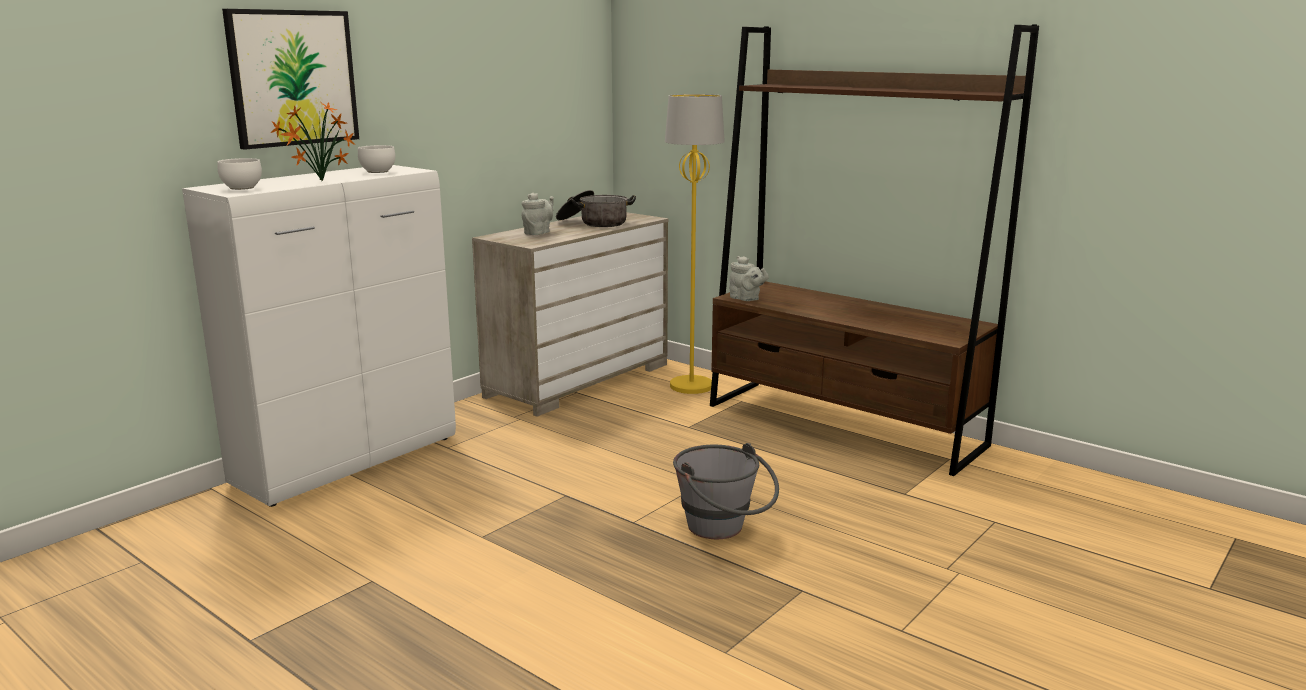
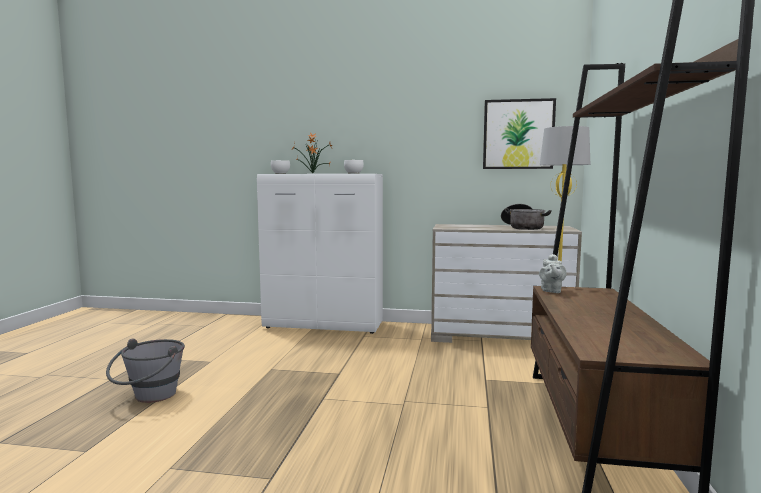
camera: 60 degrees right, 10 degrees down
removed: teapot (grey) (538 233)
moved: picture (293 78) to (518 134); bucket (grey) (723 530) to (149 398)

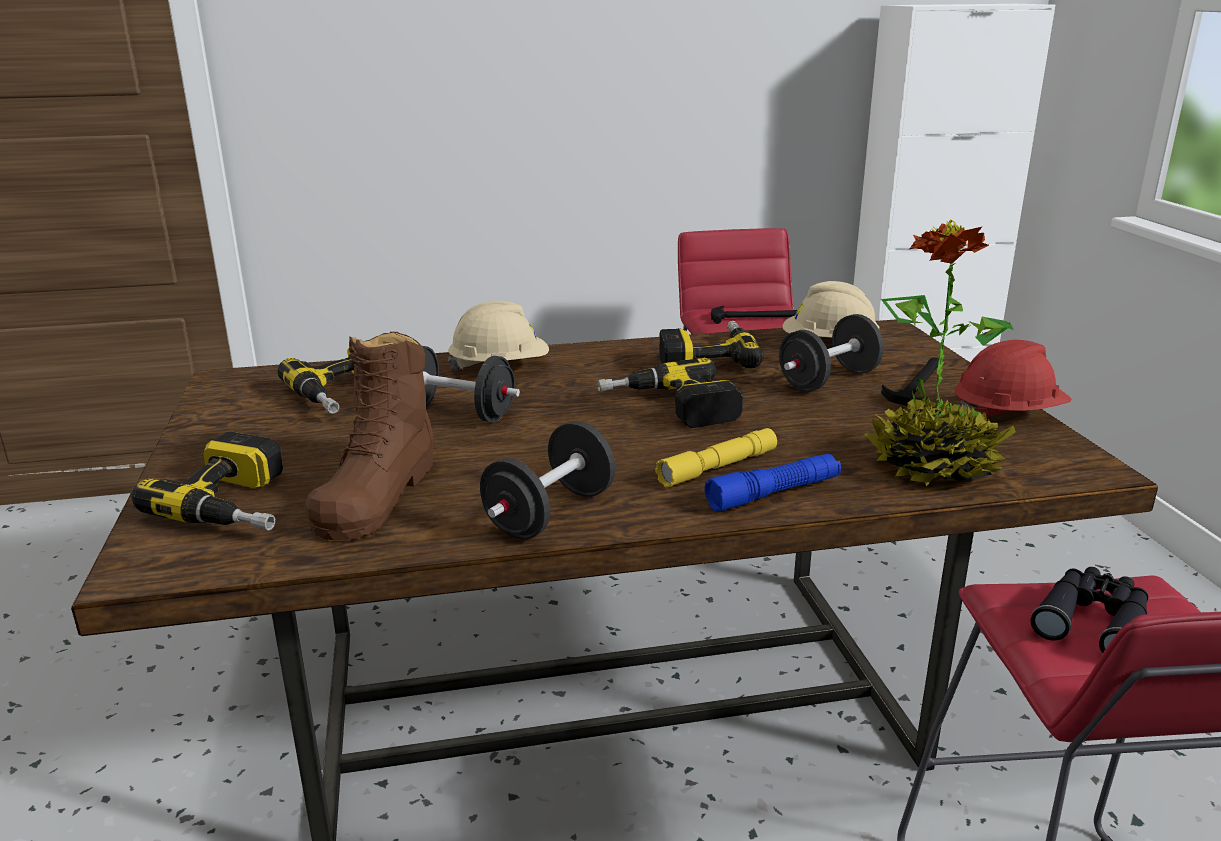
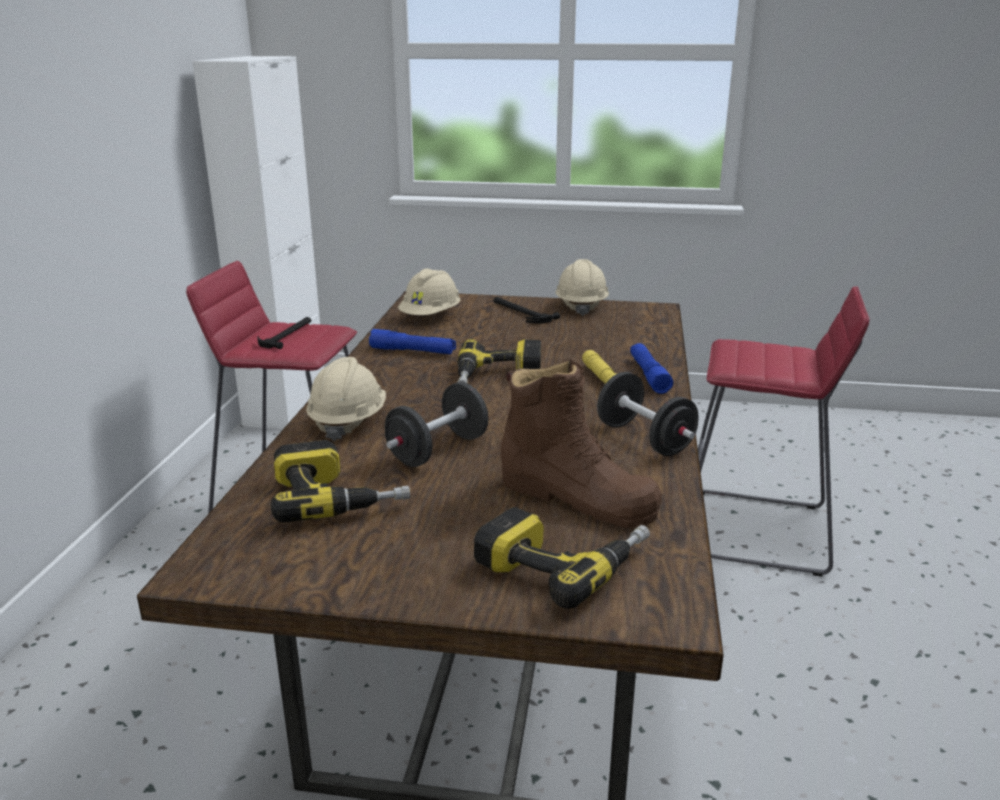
camera: 70 degrees left, 0 degrees up
removed: dumbbell (black) (828 380); potted plant (934 466); binoculars (black) (1093 621)
replaced: power drill (706 357) to flashlight (blue) (413 351)
recoloured: hard hat (red) (1007 415) to hard hat (beige) (581 306)

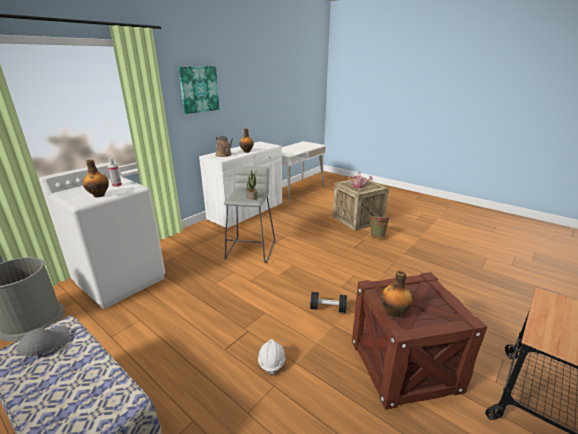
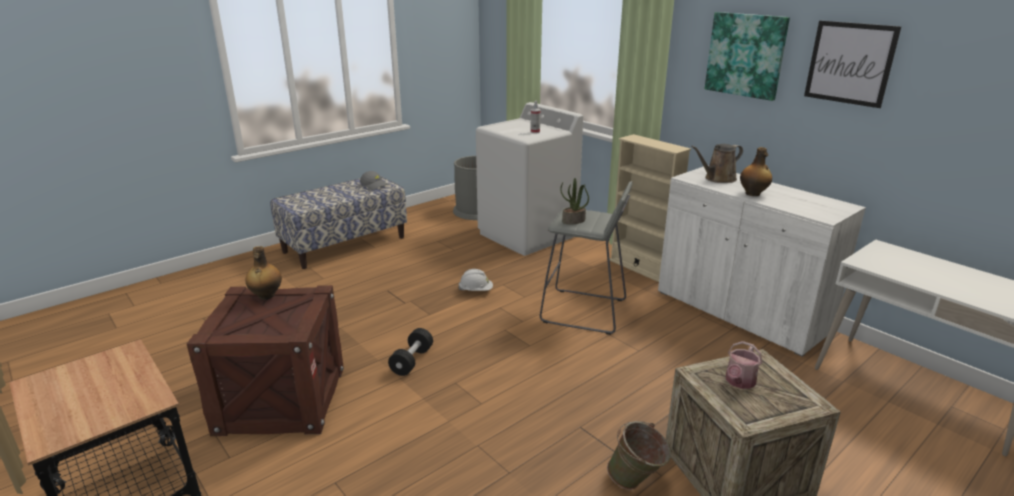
camera: 100 degrees right, 0 degrees up
removed: bottle (99 195)
added: bookcase (beige) (641 268); picture (850 63)
moved: hard hat (white) (271 362) to (476 291)

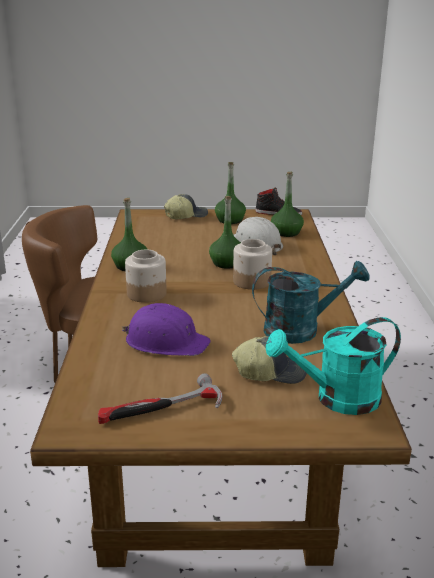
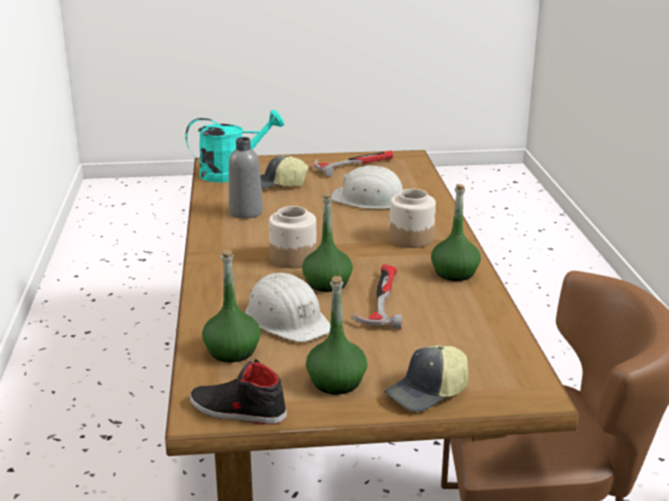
camera: 175 degrees right, 0 degrees up
added: hammer (380 300)
replaced: watering can (turquoise) (301 330) to bottle (grey) (246 212)
recoloured: hard hat (purple) (166 341) to hard hat (white) (369 199)

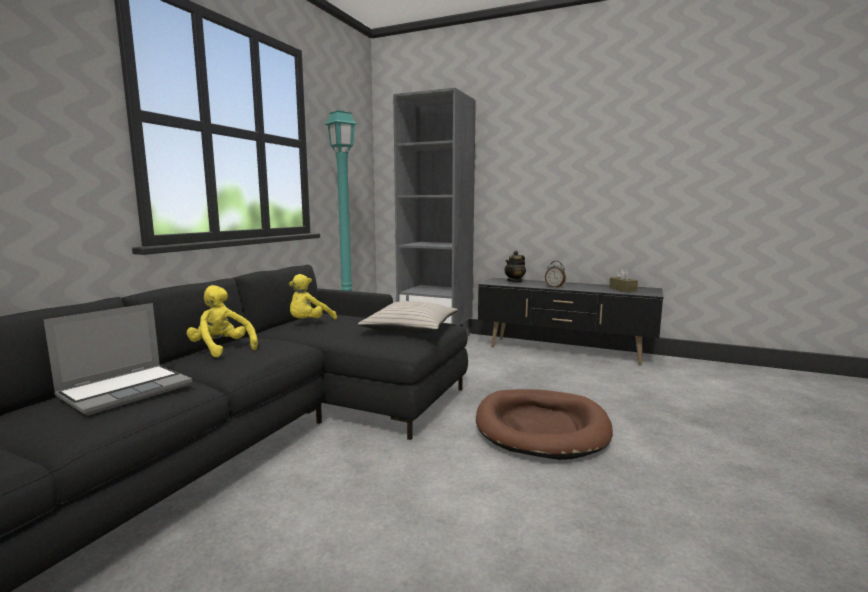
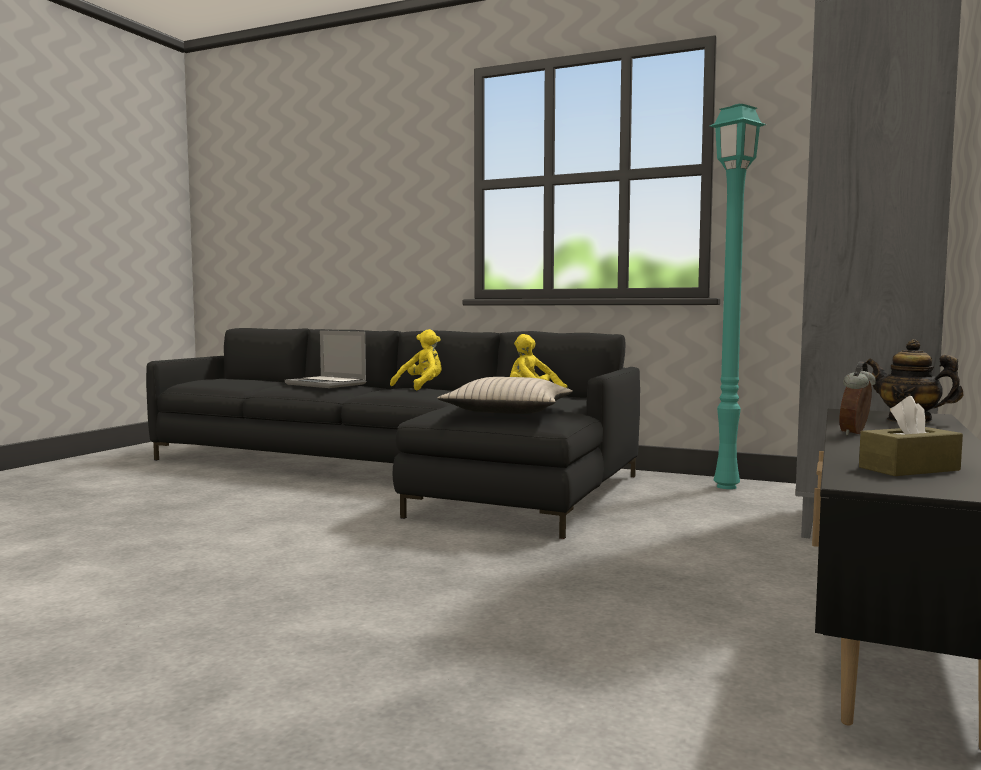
camera: 90 degrees right, 5 degrees down
removed: dog bed (brown) (541 427)

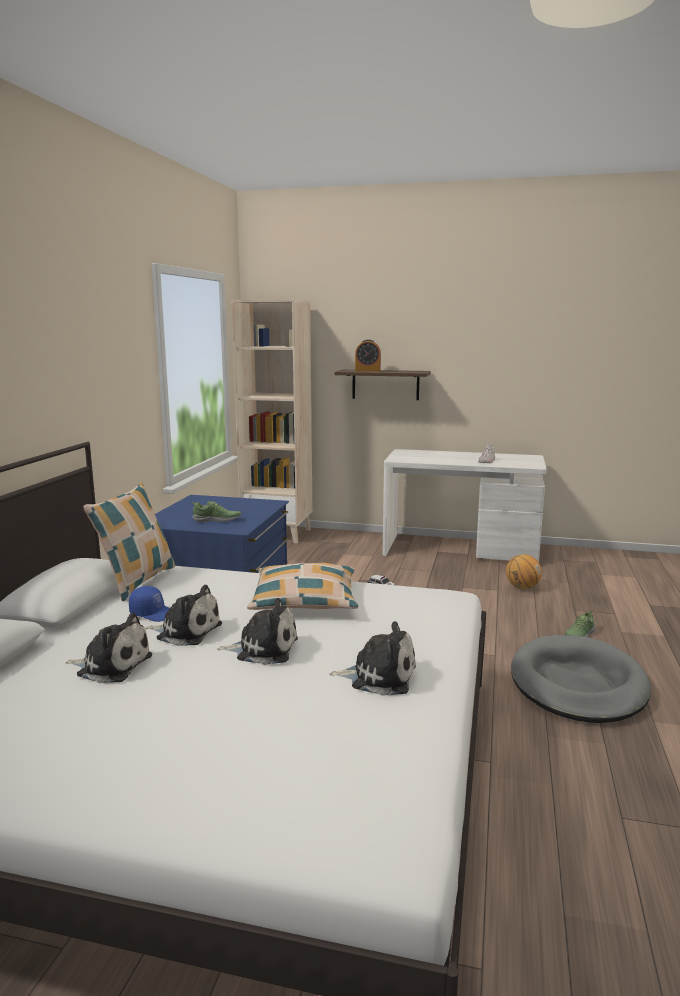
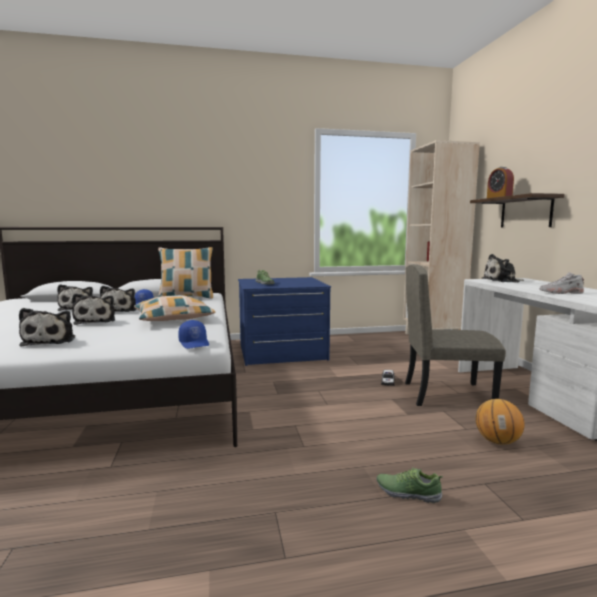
camera: 65 degrees right, 5 degrees down
removed: dog bed (grey) (577 684)
added: cap (blue) (195 343); chair (beige) (447 394); plush toy (502 281)

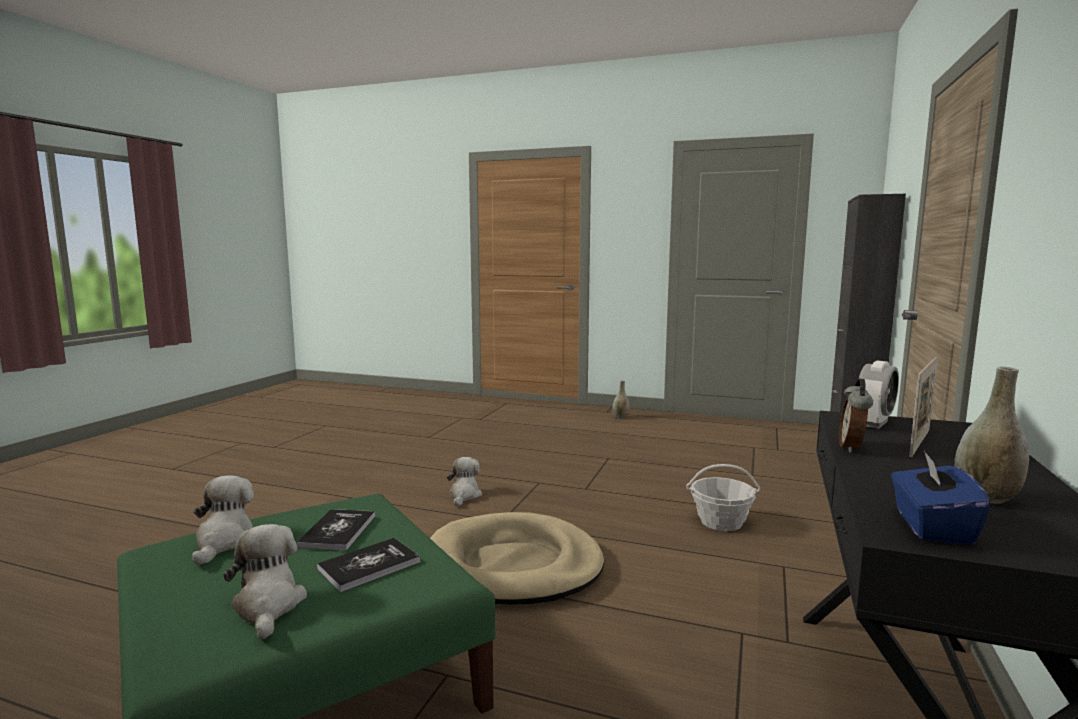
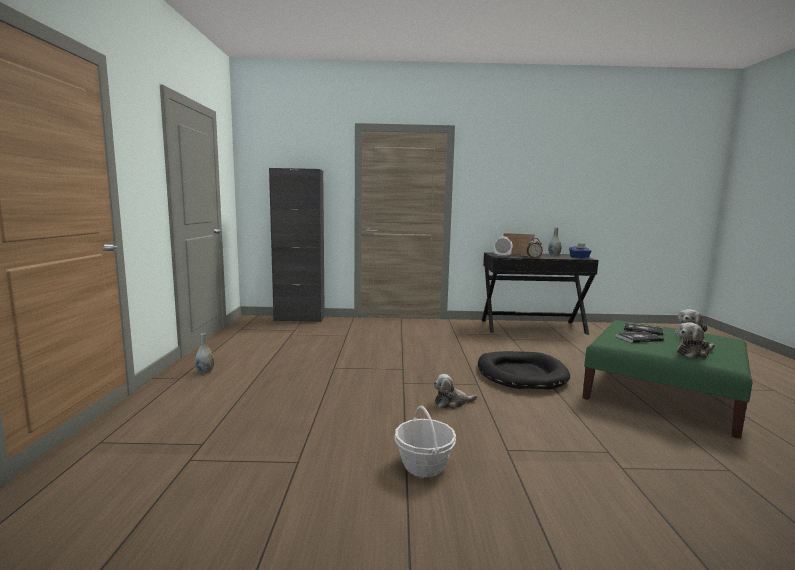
camera: 110 degrees left, 0 degrees up
moved: basket (721 522) to (424 465)
recoloured: dog bed (beige) (514 565) to dog bed (black) (521 374)

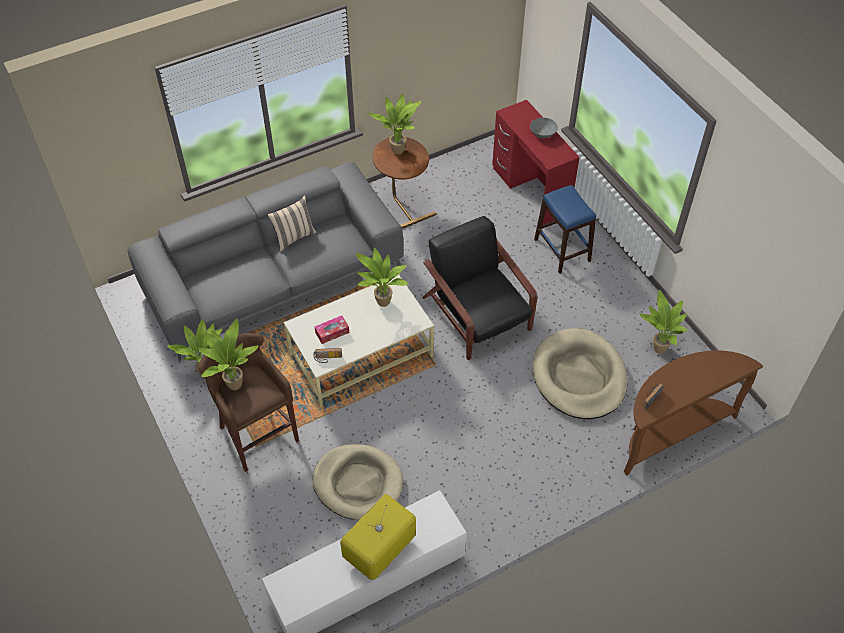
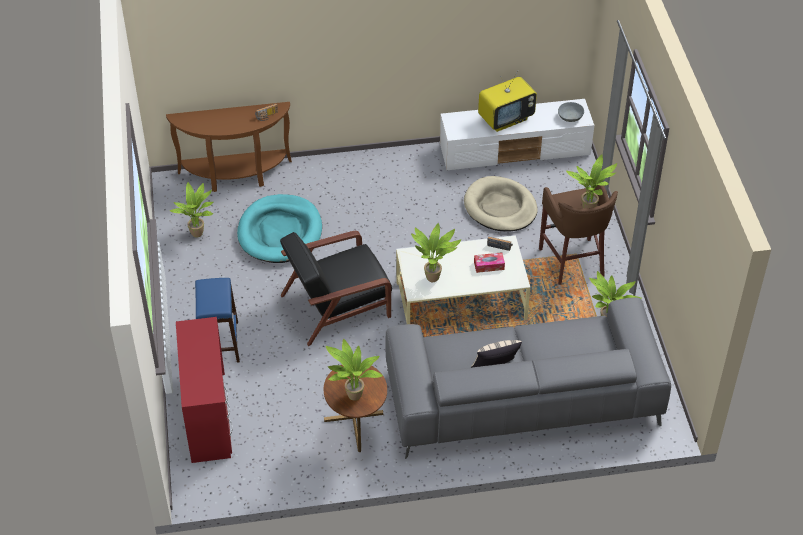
camera: 160 degrees left, 5 degrees down
moved: bowl (grey) (543 134) to (570 117)
recoloured: dog bed (beige) (579 377) to dog bed (turquoise) (280 232)
turned: armchair (black) (477 315) = (338 305) 75 degrees clockwise

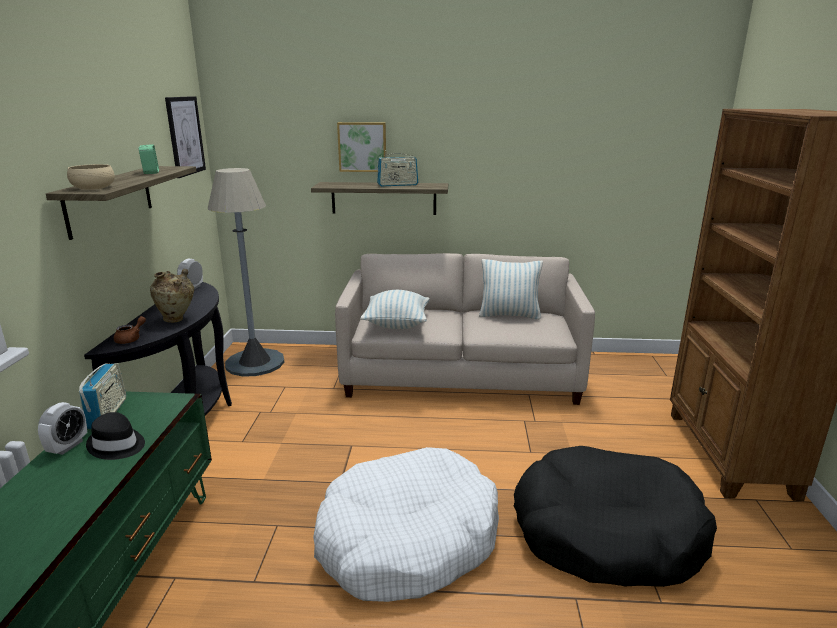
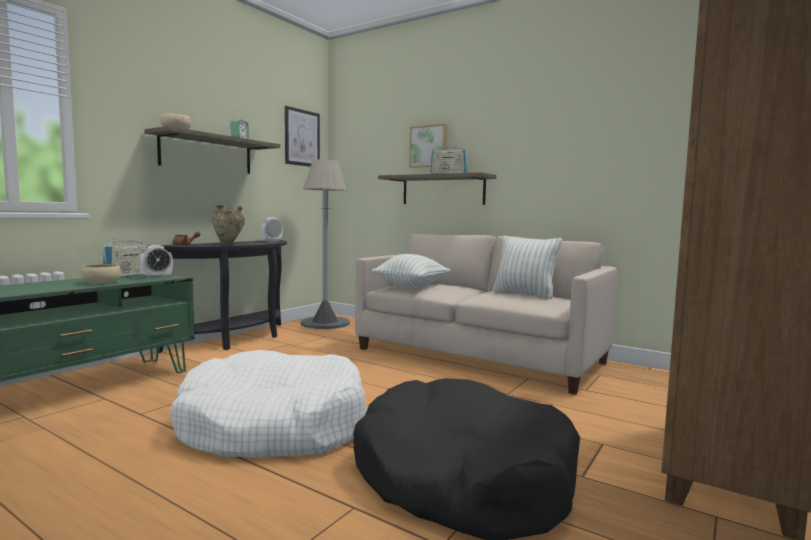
camera: 30 degrees right, 15 degrees down
moved: alarm clock (68 446) to (157 277)
replaced: hat (black) (117 445) to bowl (beige) (101 282)

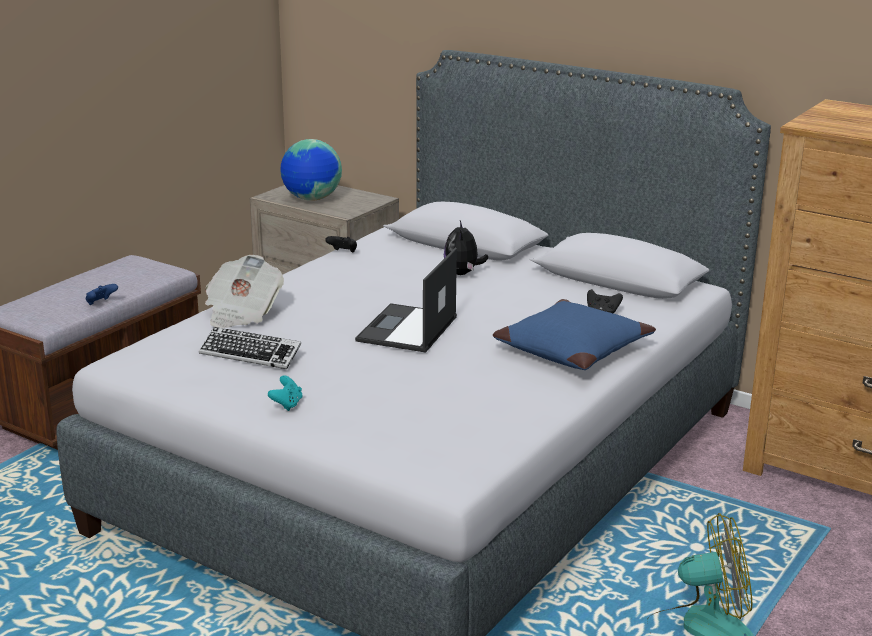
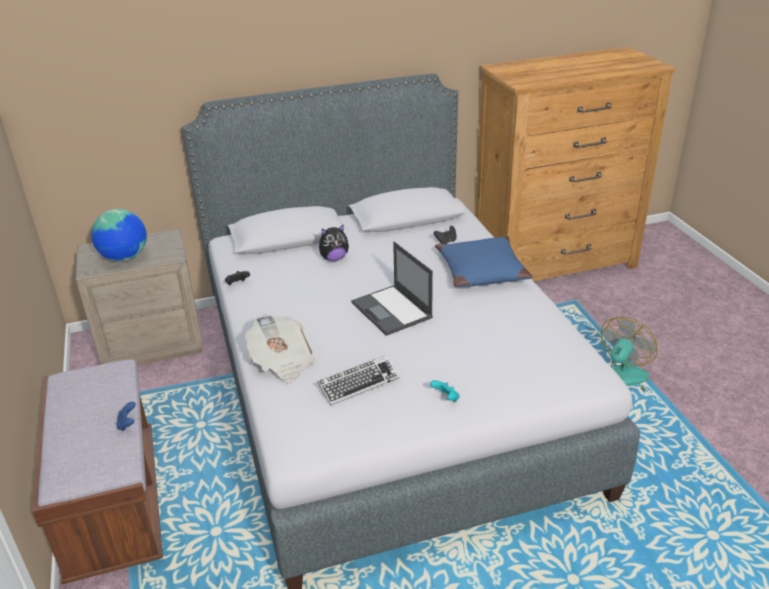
camera: 50 degrees left, 10 degrees up
turned: plush toy (463 273) = (334 258) 60 degrees counterclockwise

